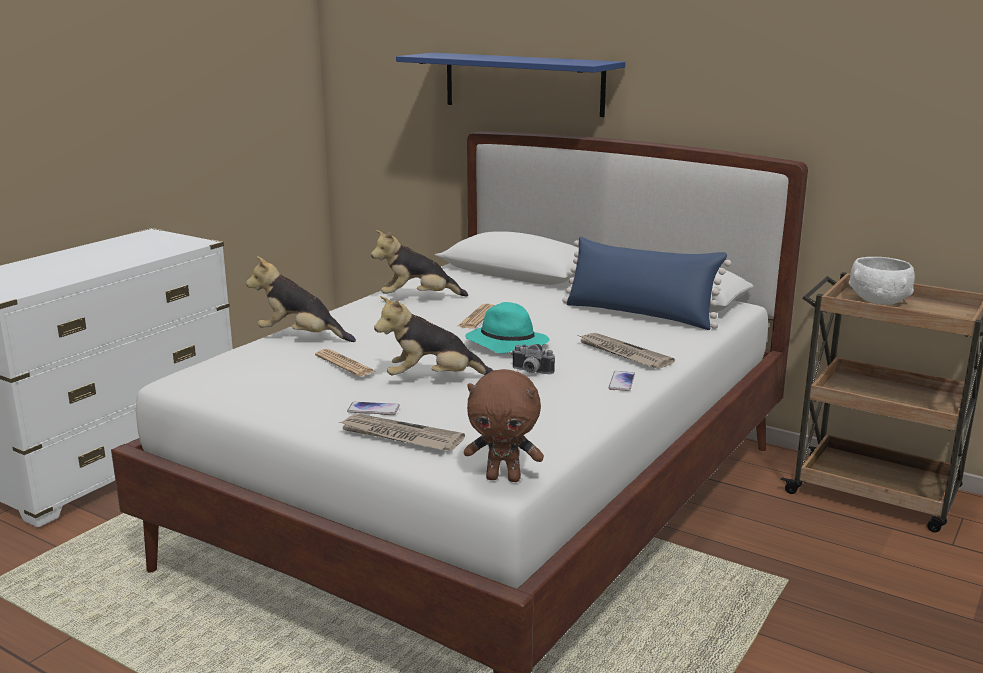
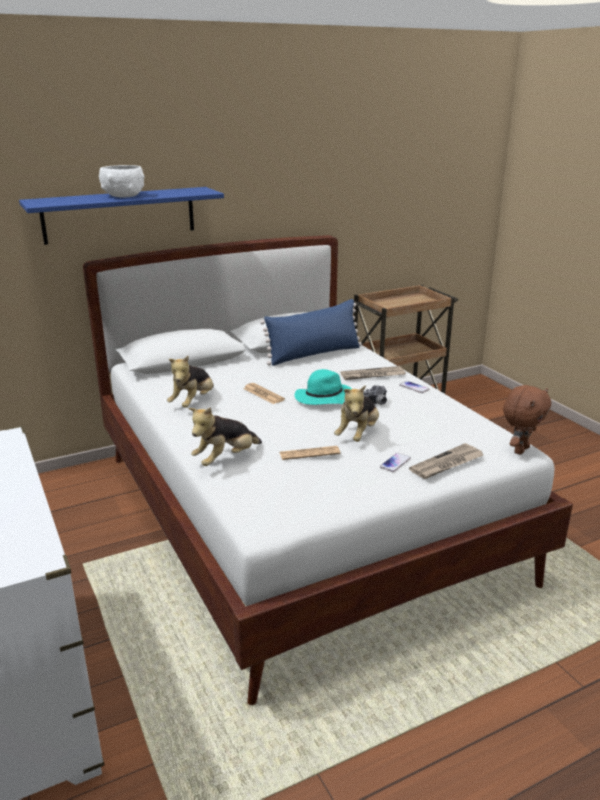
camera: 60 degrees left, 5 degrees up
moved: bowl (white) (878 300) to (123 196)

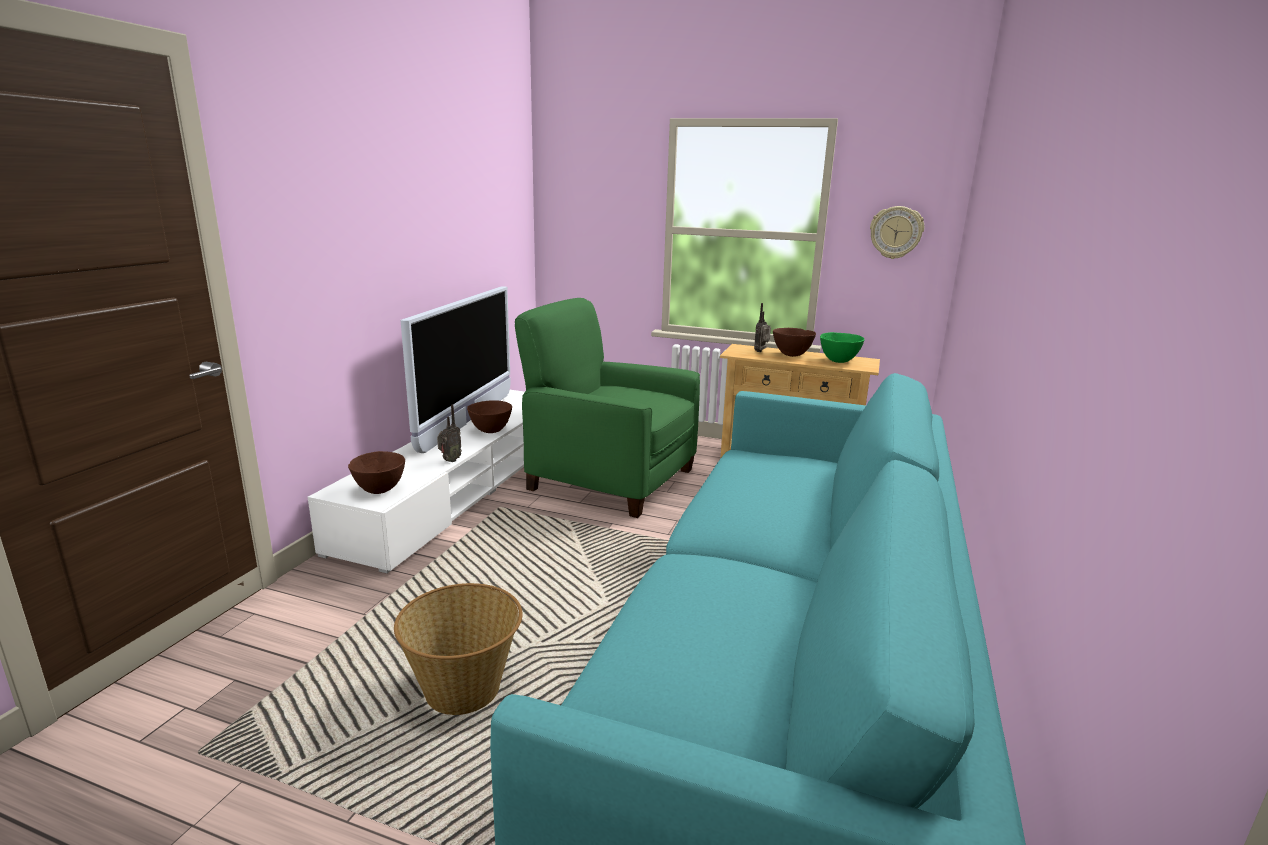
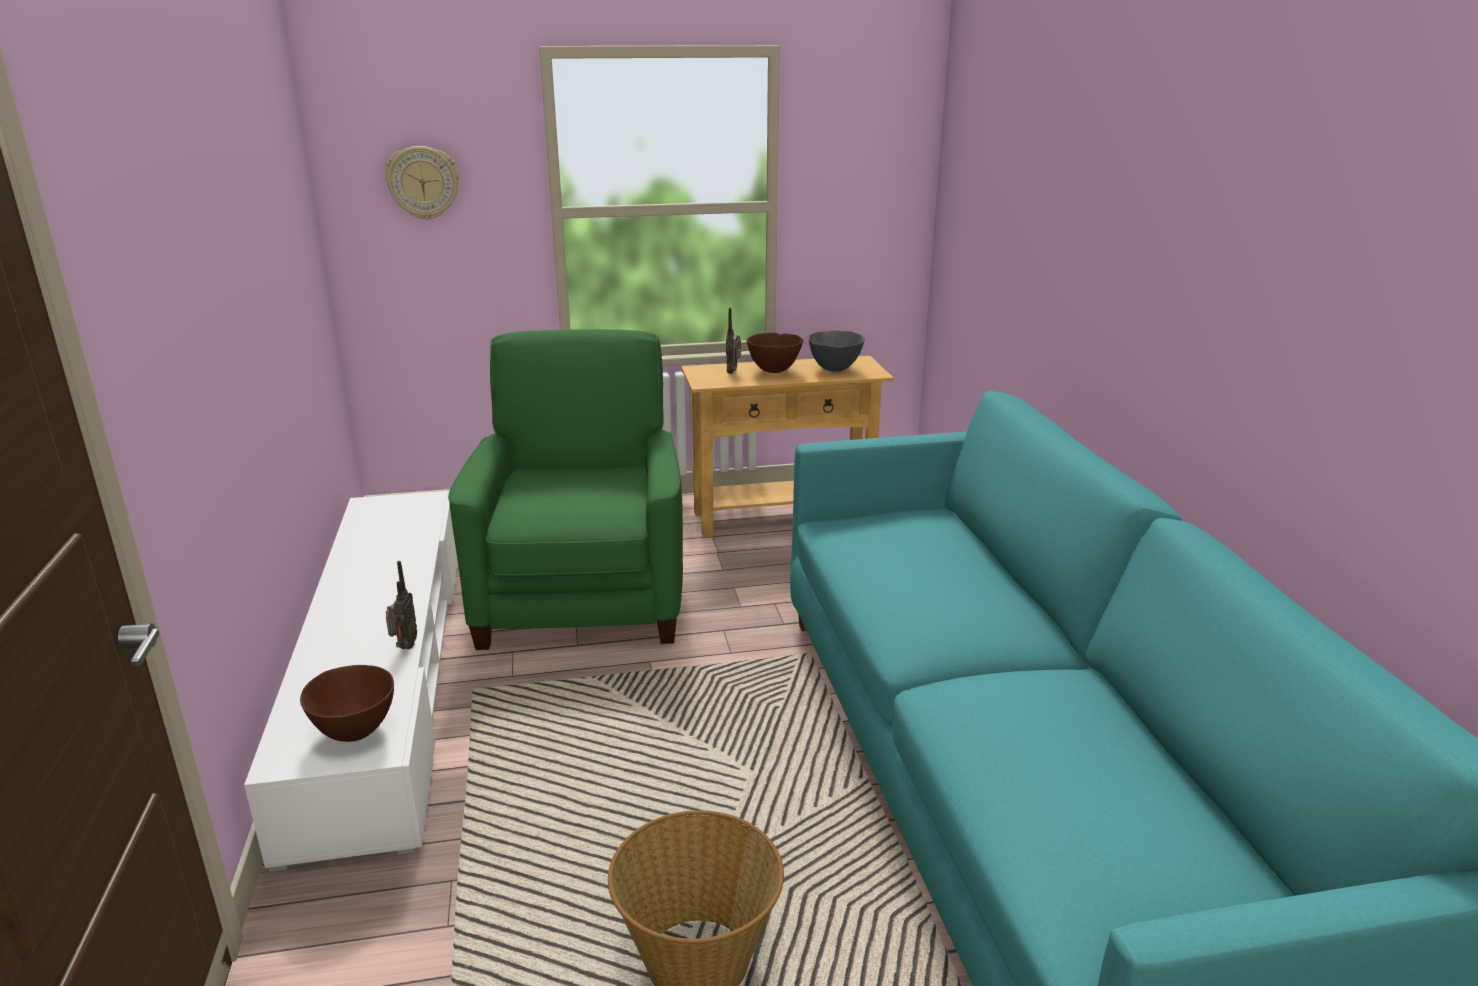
camera: 30 degrees left, 5 degrees up
removed: television (468 421); bowl (brown) (491 431)
moved: wall clock (896 232) to (423 182)
recoloured: bowl (green) (838 361) to bowl (grey) (834 369)
turned: armchair (green) (609 479) = (582 597) 90 degrees clockwise

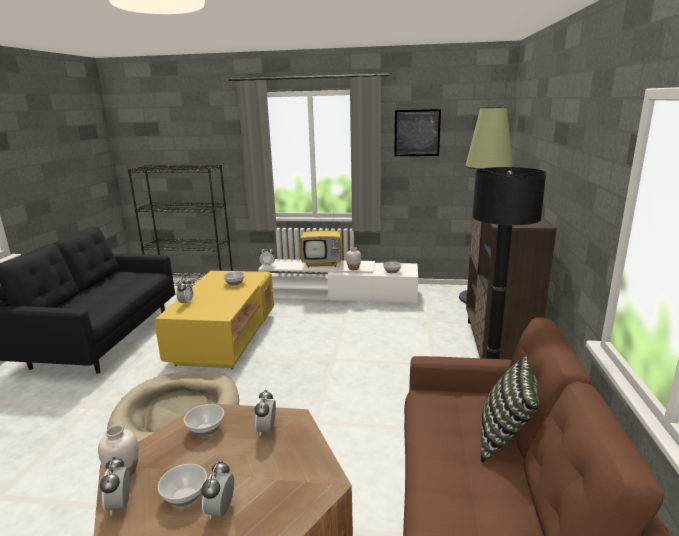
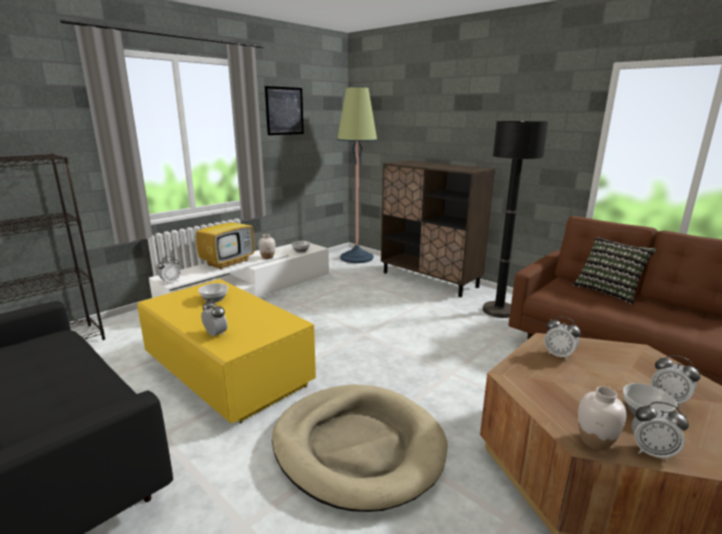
camera: 55 degrees left, 0 degrees up
removed: bowl (205 430)

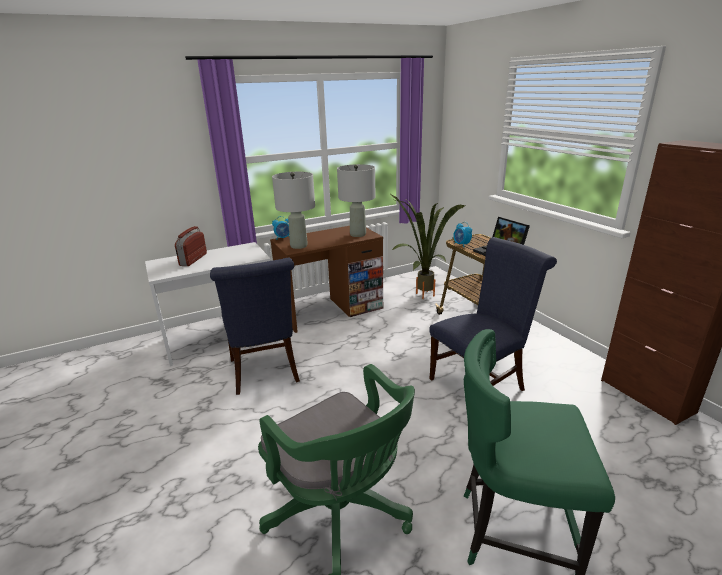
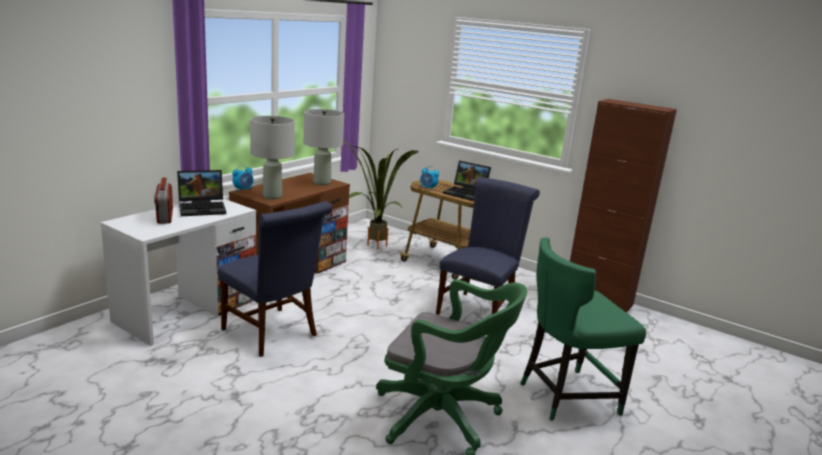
camera: 30 degrees left, 5 degrees down
added: laptop (203 208)

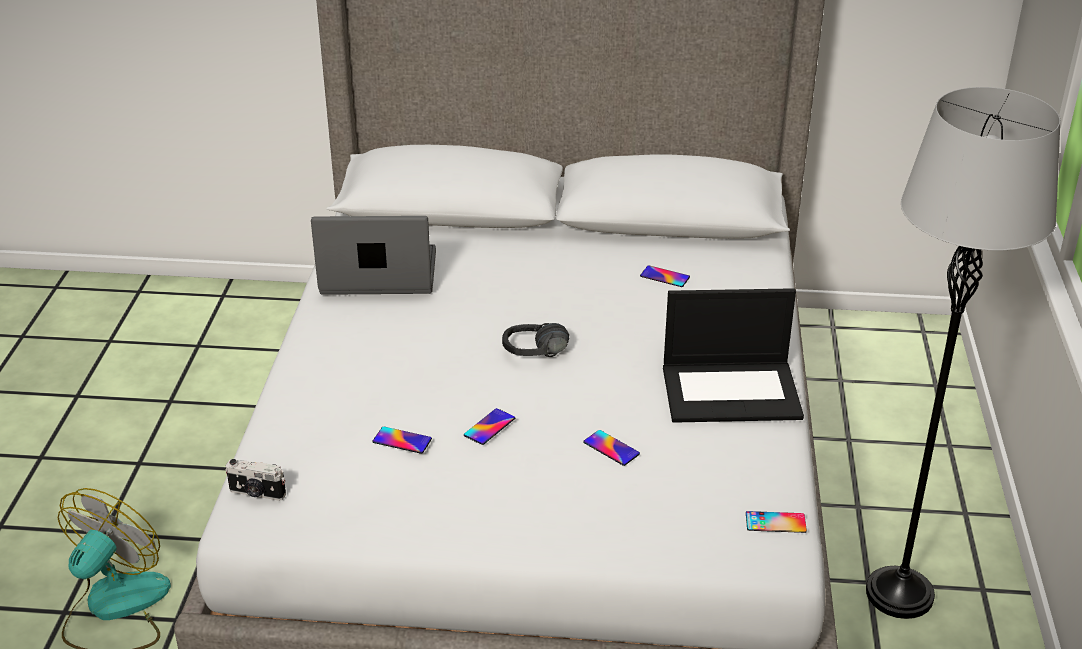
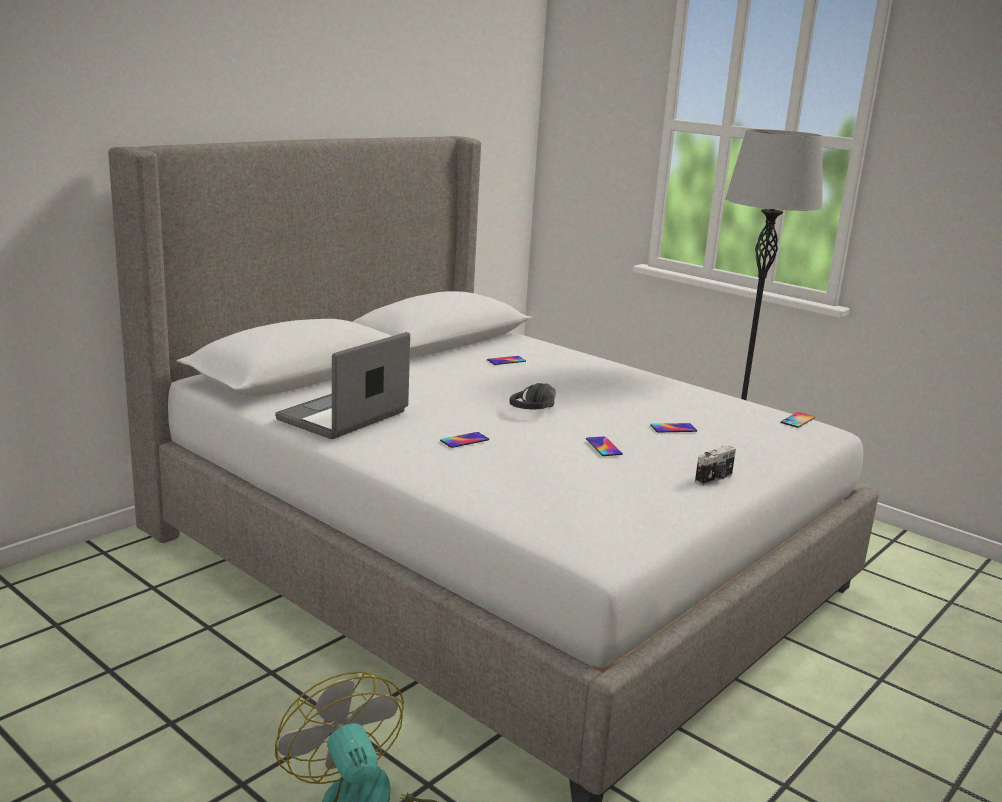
camera: 55 degrees left, 15 degrees down
removed: laptop (732 391)
moved: photo camera (257 493) to (715 479); phone (402 440) to (464 440)

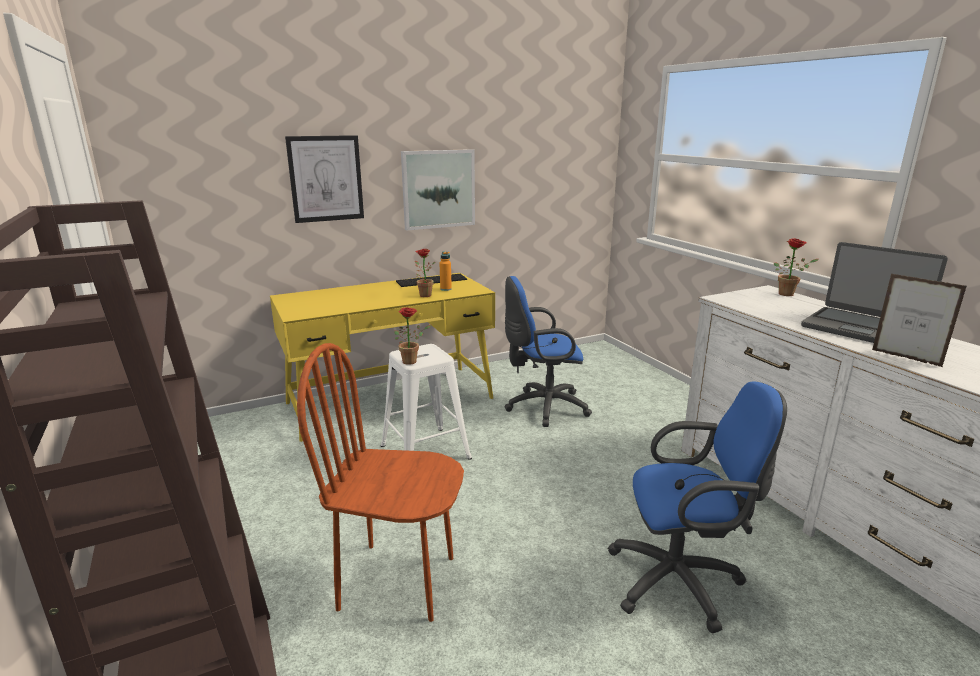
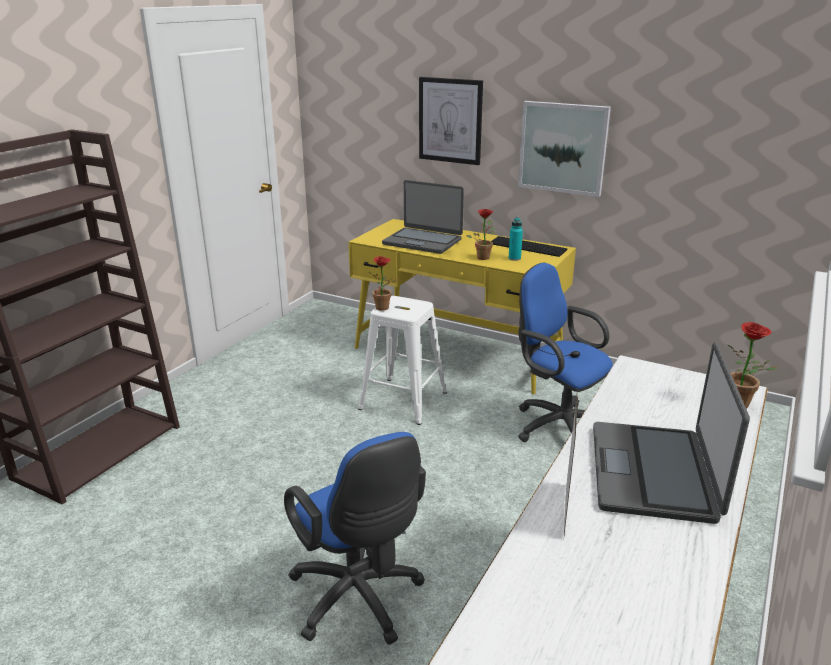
camera: 55 degrees right, 5 degrees up
removed: chair (brown) (398 581)
added: laptop (422 241)
recoloured: bottle (orange) (445 289) to bottle (turquoise) (514 258)

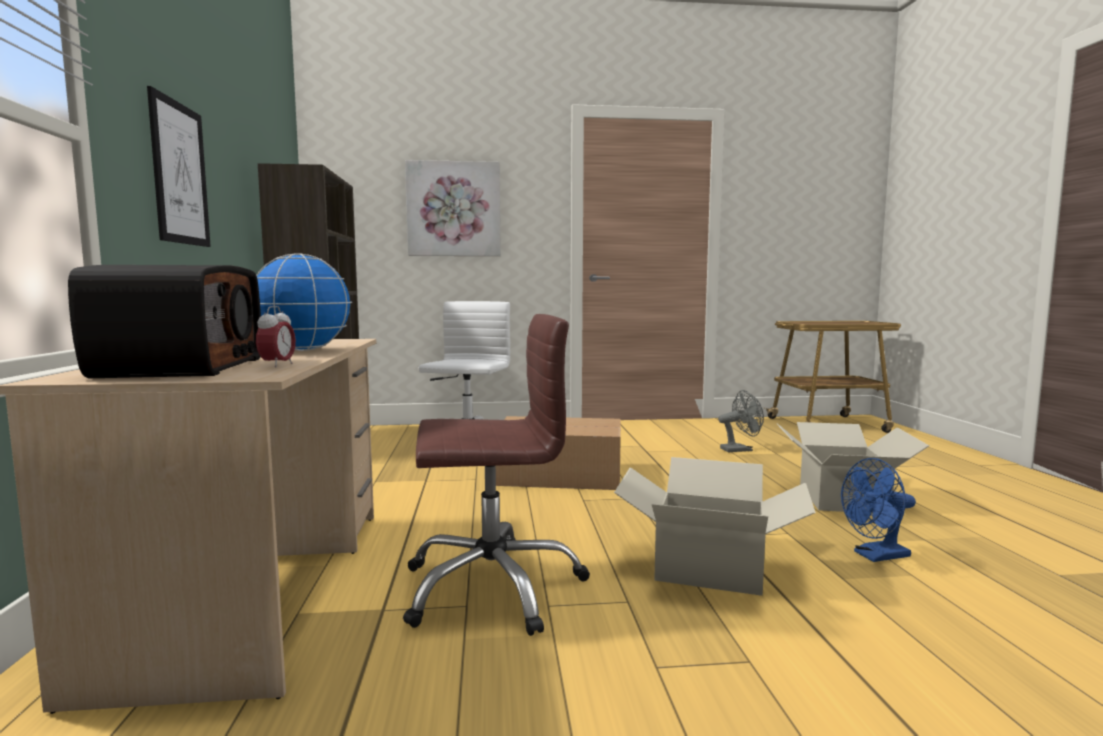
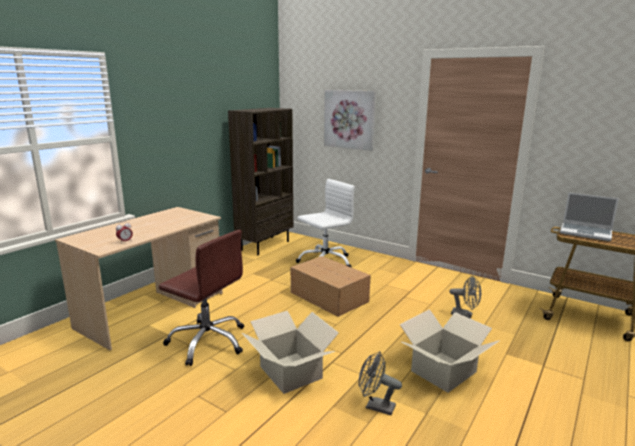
camera: 40 degrees right, 10 degrees up
removed: radio (179 368); picture (179 173); globe (304 350)
added: laptop (586 232)
recoloured: fan (blue) (876 556) to fan (grey) (375 406)

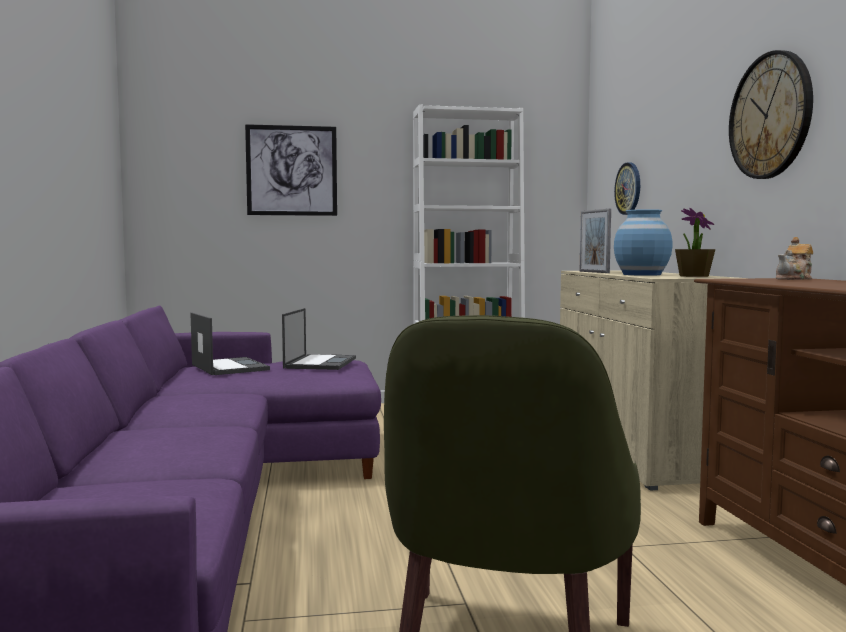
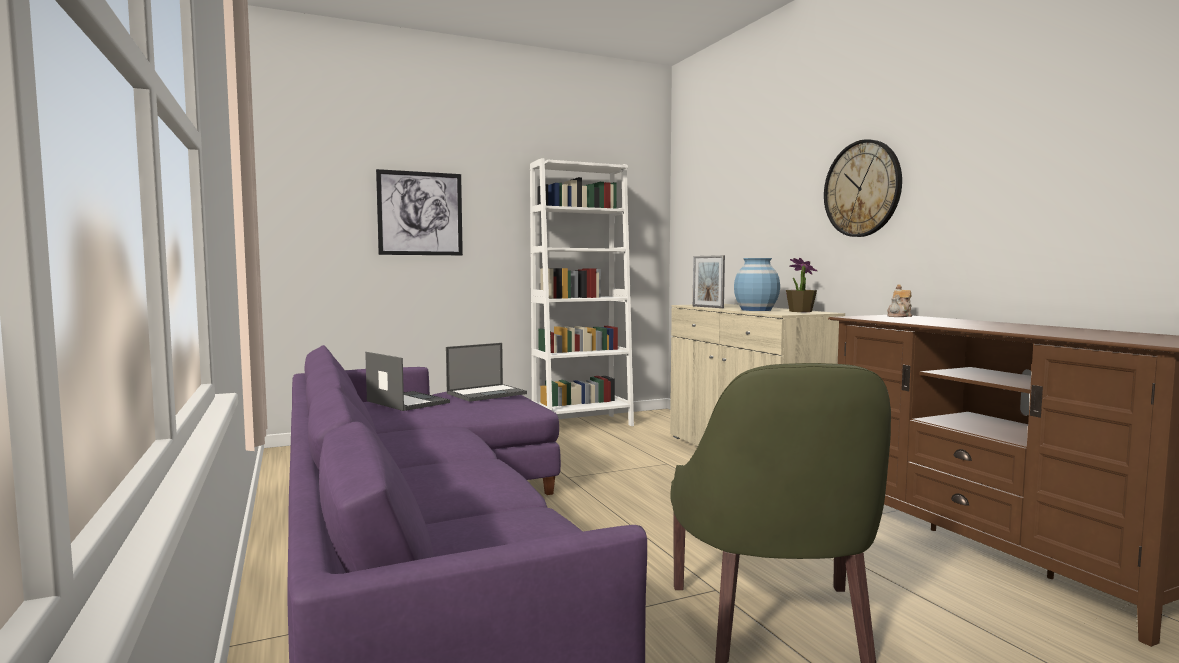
camera: 15 degrees left, 0 degrees up
removed: wall clock (628 188)
turned: laptop (320 363) = (487 393) 60 degrees clockwise

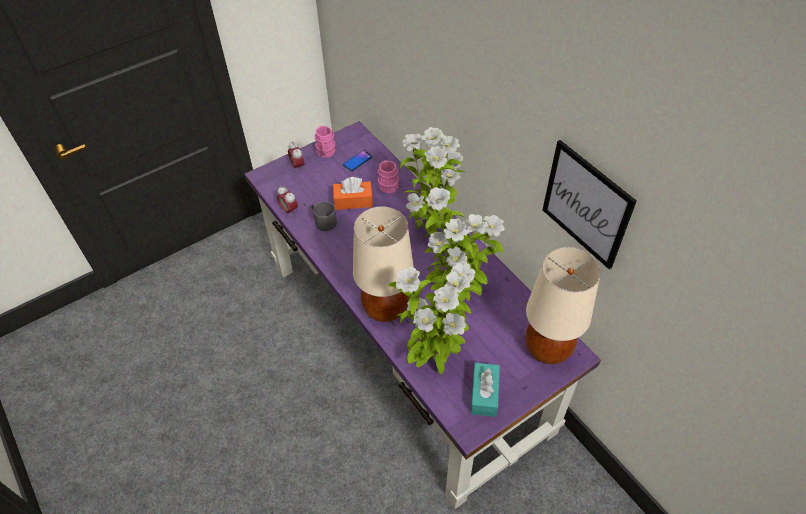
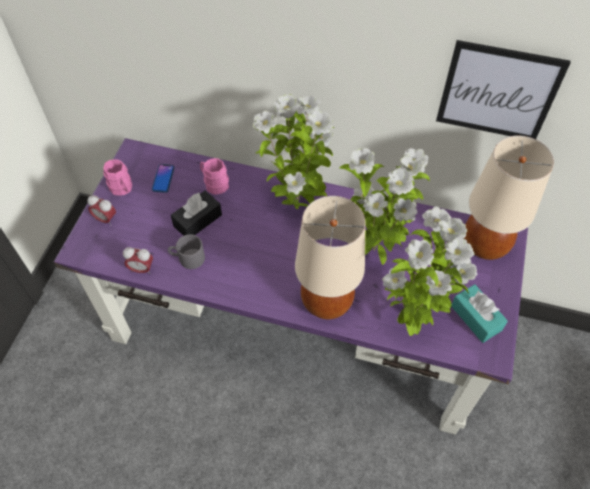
camera: 40 degrees left, 5 degrees up
recoloured: tissue box (orange) (353 201) to tissue box (black) (197 220)

